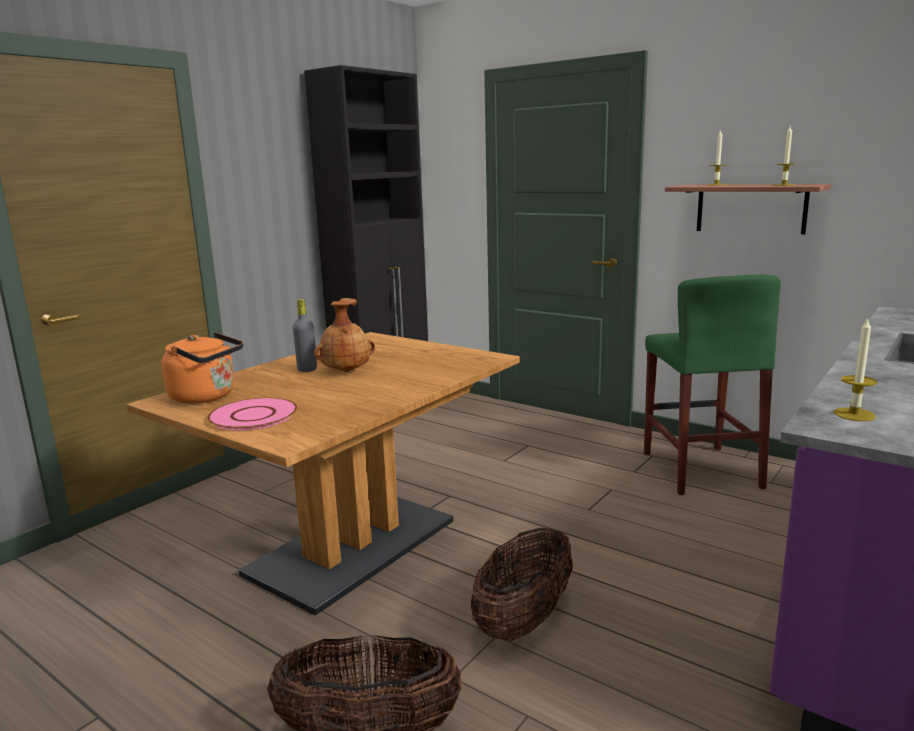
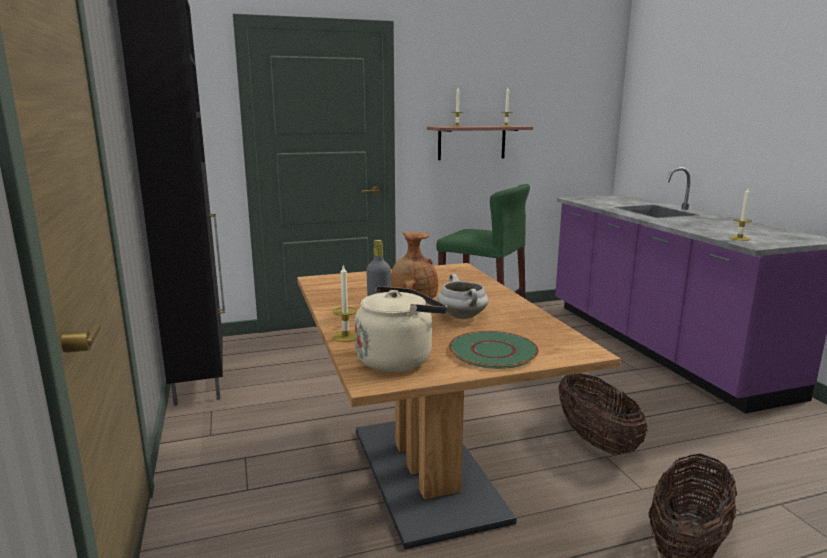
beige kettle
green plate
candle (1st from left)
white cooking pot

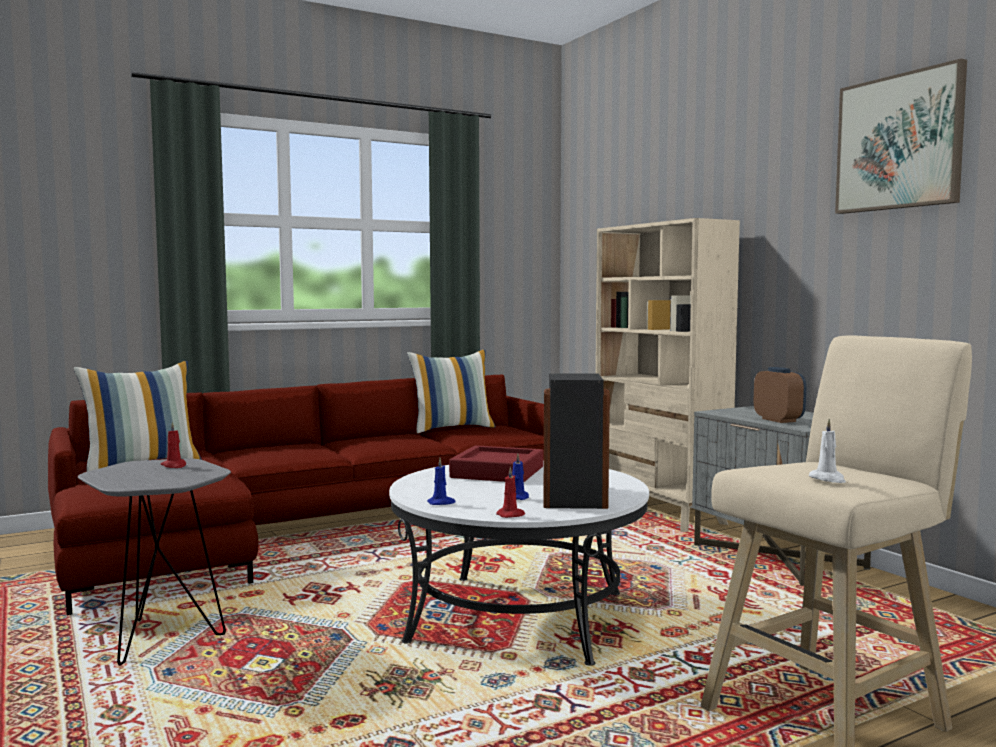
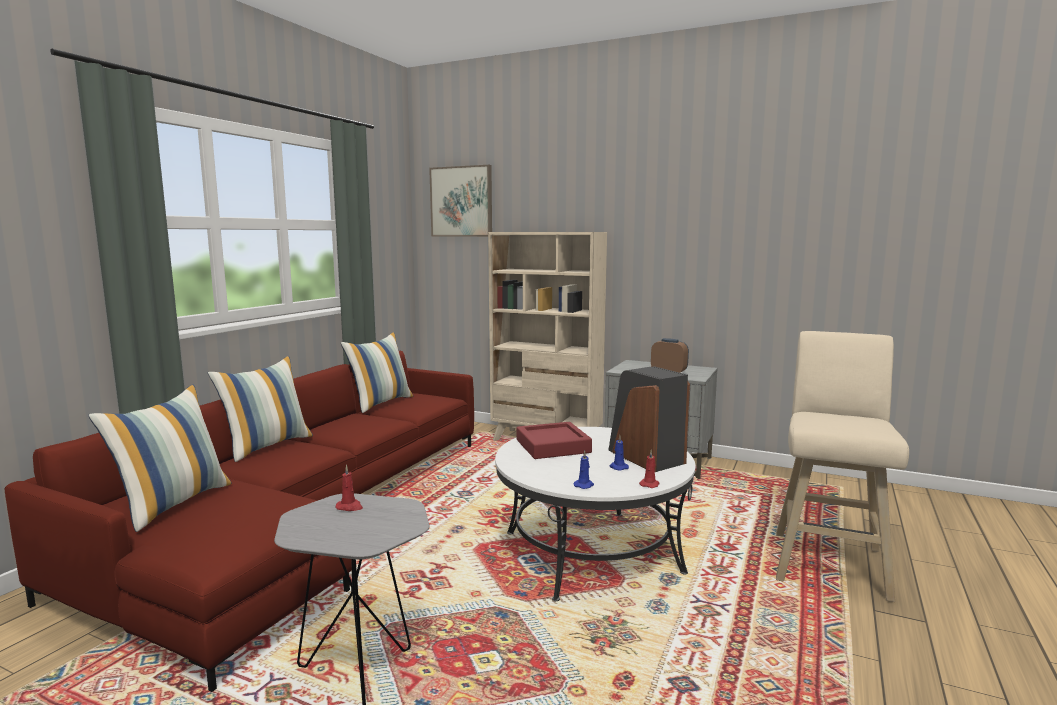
picture
white candle
pillow (2nd from left)

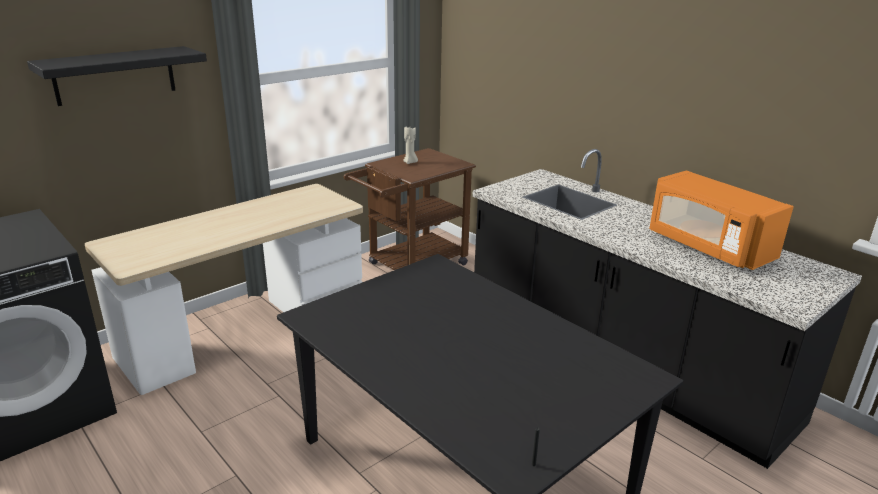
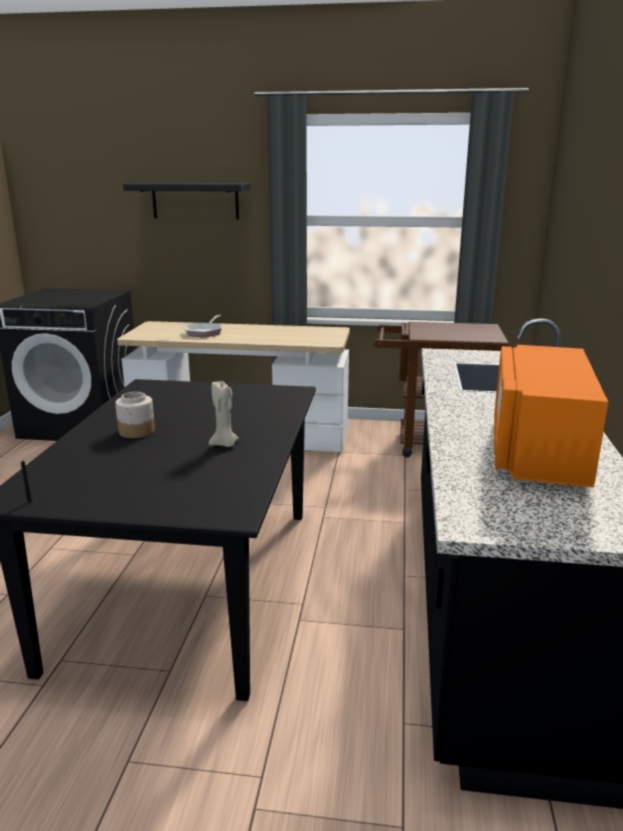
beige candle
frying pan
jar

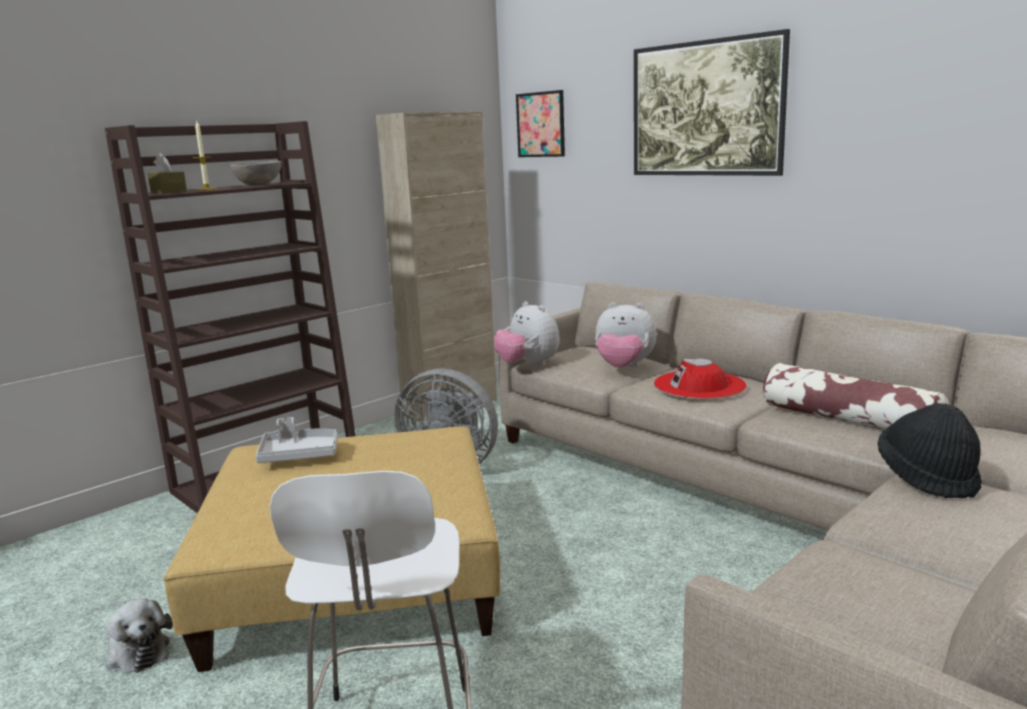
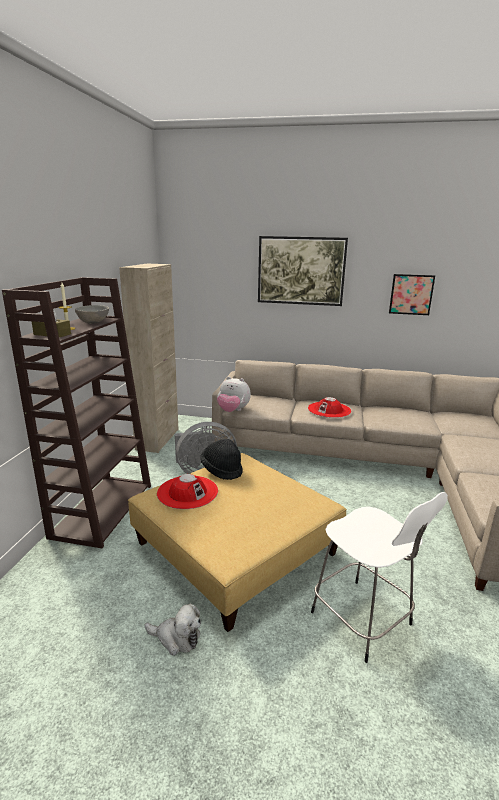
picture (2nd from left)
plush toy (3rd from left in the first image)
pillow
black hat
red hat (1st from left)

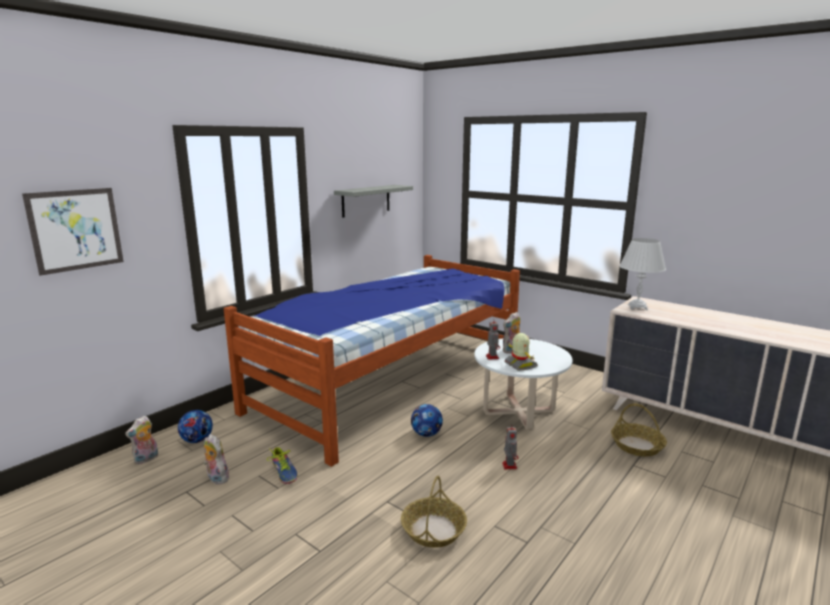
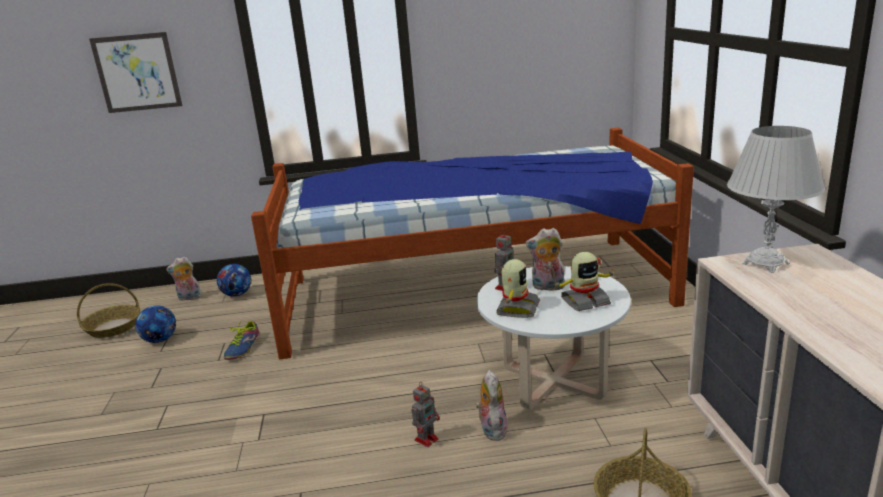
grey shelf
football (1st from left)
plush toy (2nd from left)
basket (1st from left)
toy robot (4th from left)

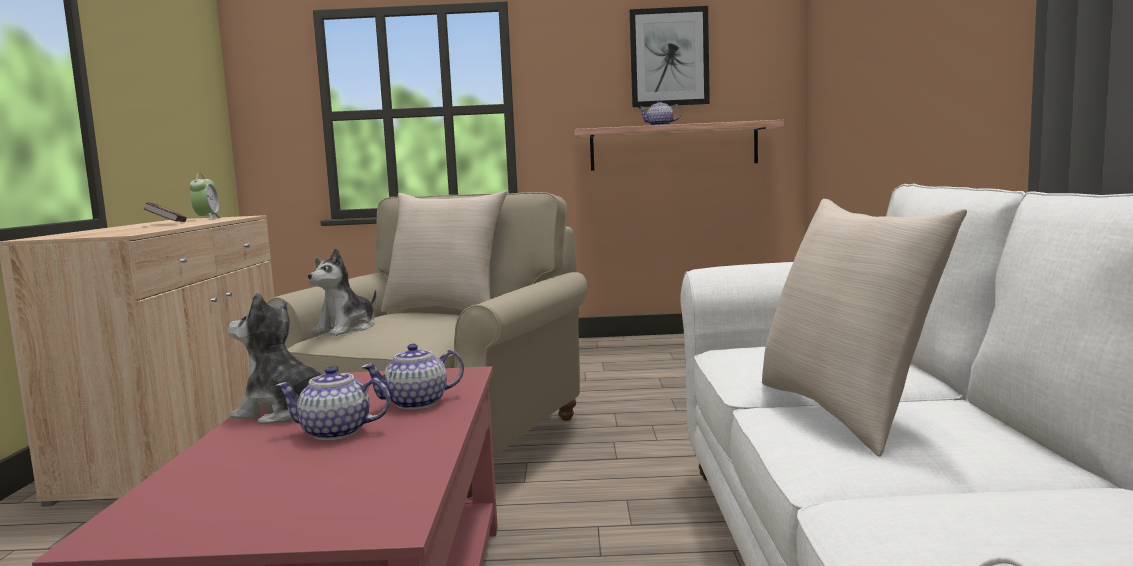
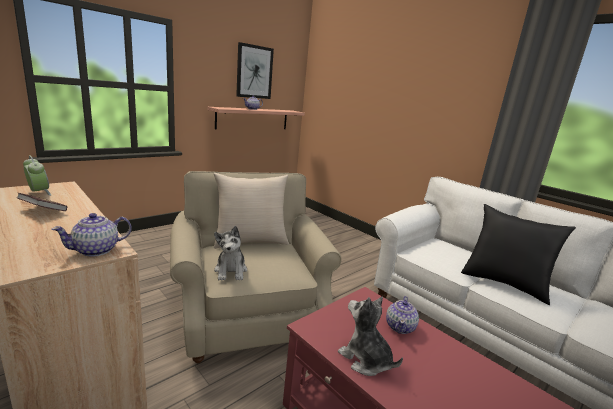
black pillow
plush toy (2nd from left)
teapot (1st from left)

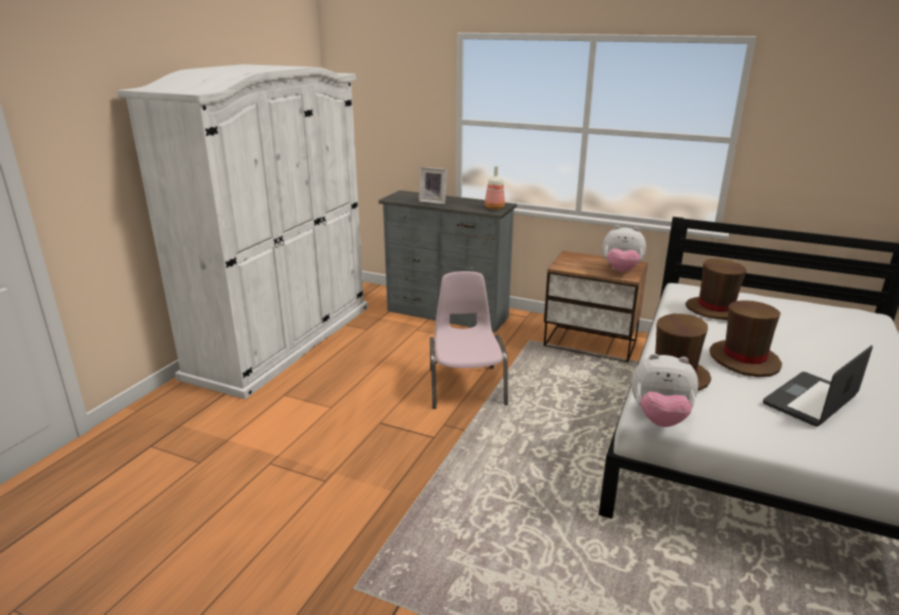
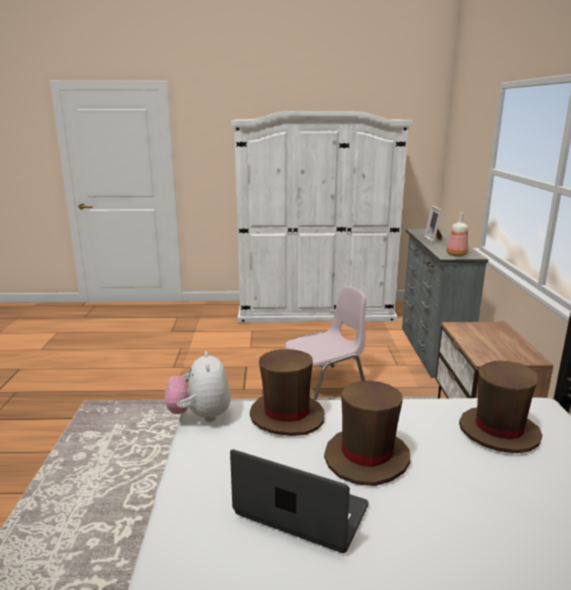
plush toy (1st from left in the first image)

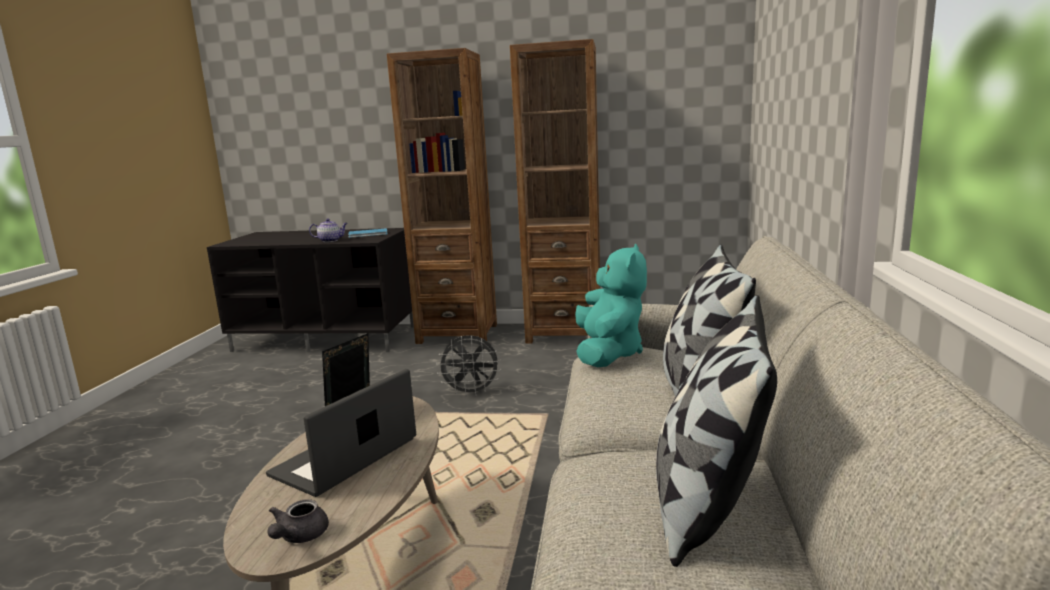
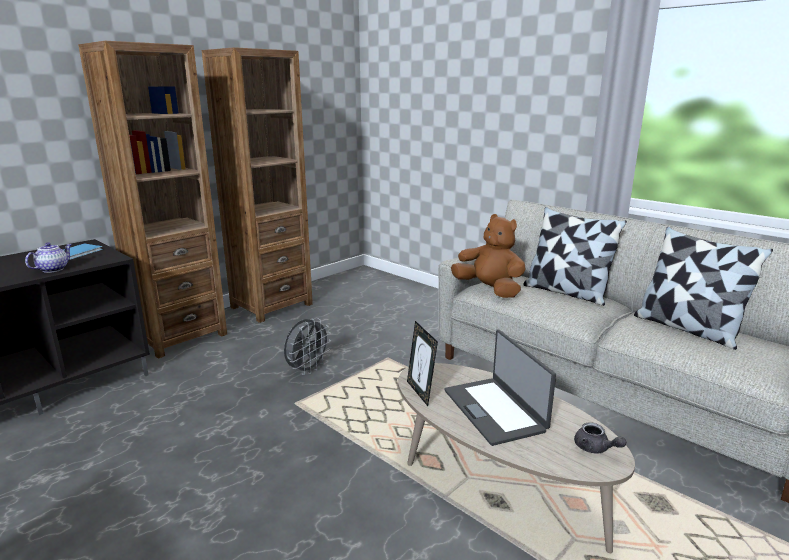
brown plush toy

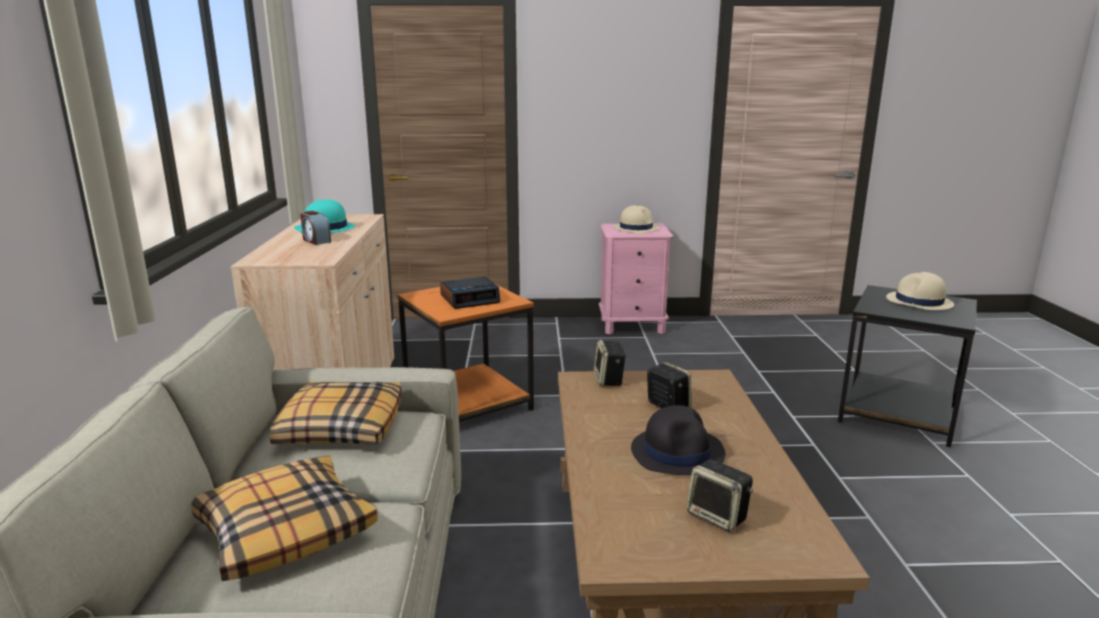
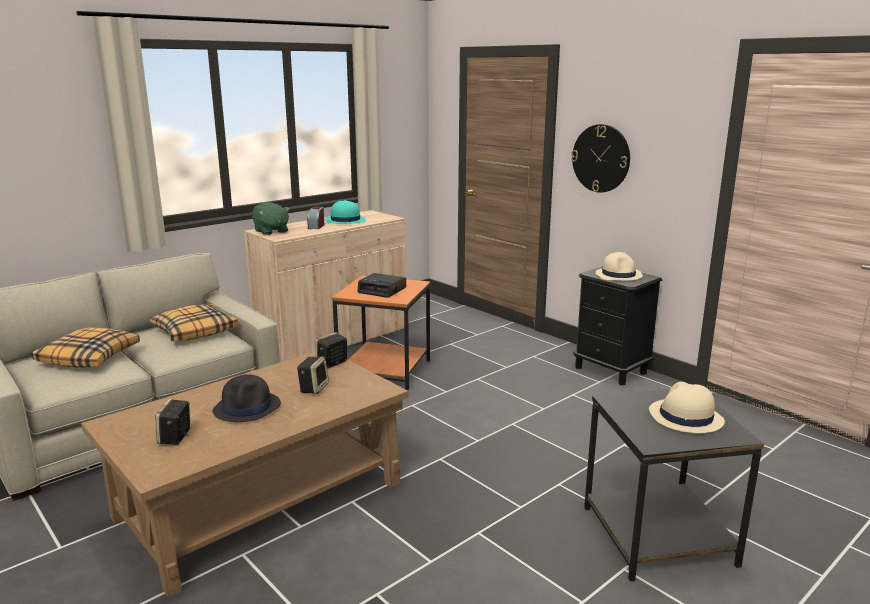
black nightstand
wall clock
green plush toy

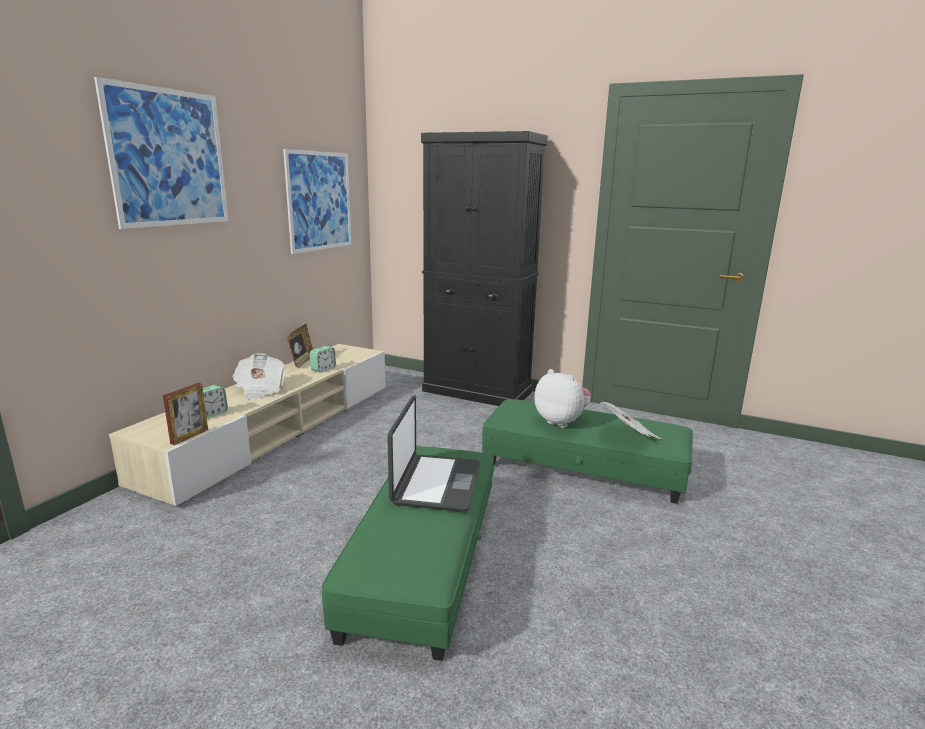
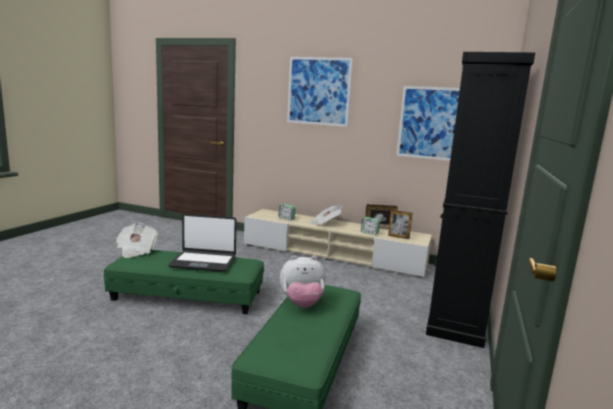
plush toy
picture frame (2nd from left)
newspaper (1st from left)

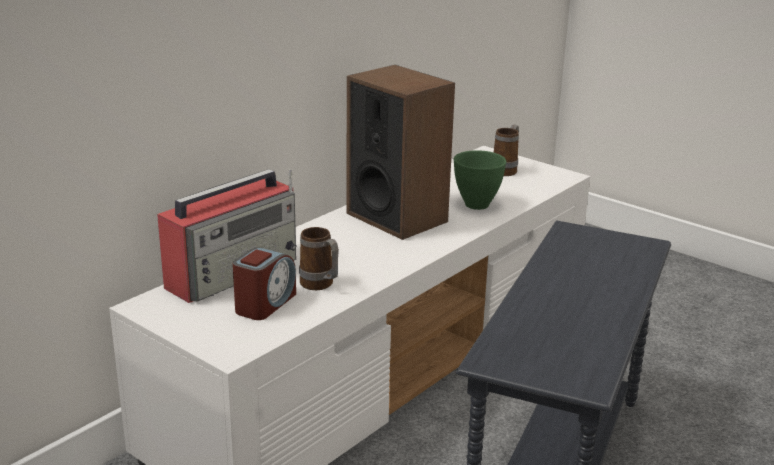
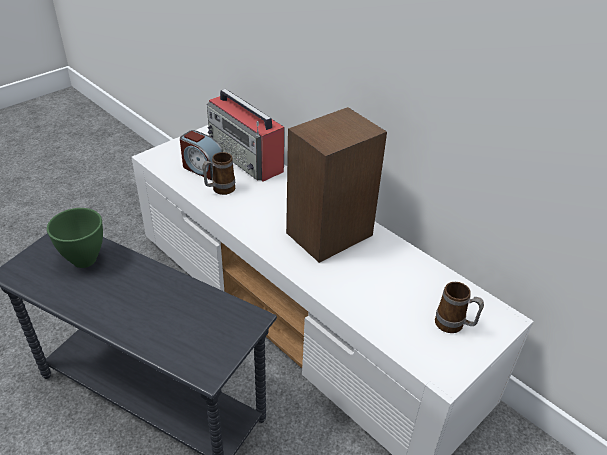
green bowl

